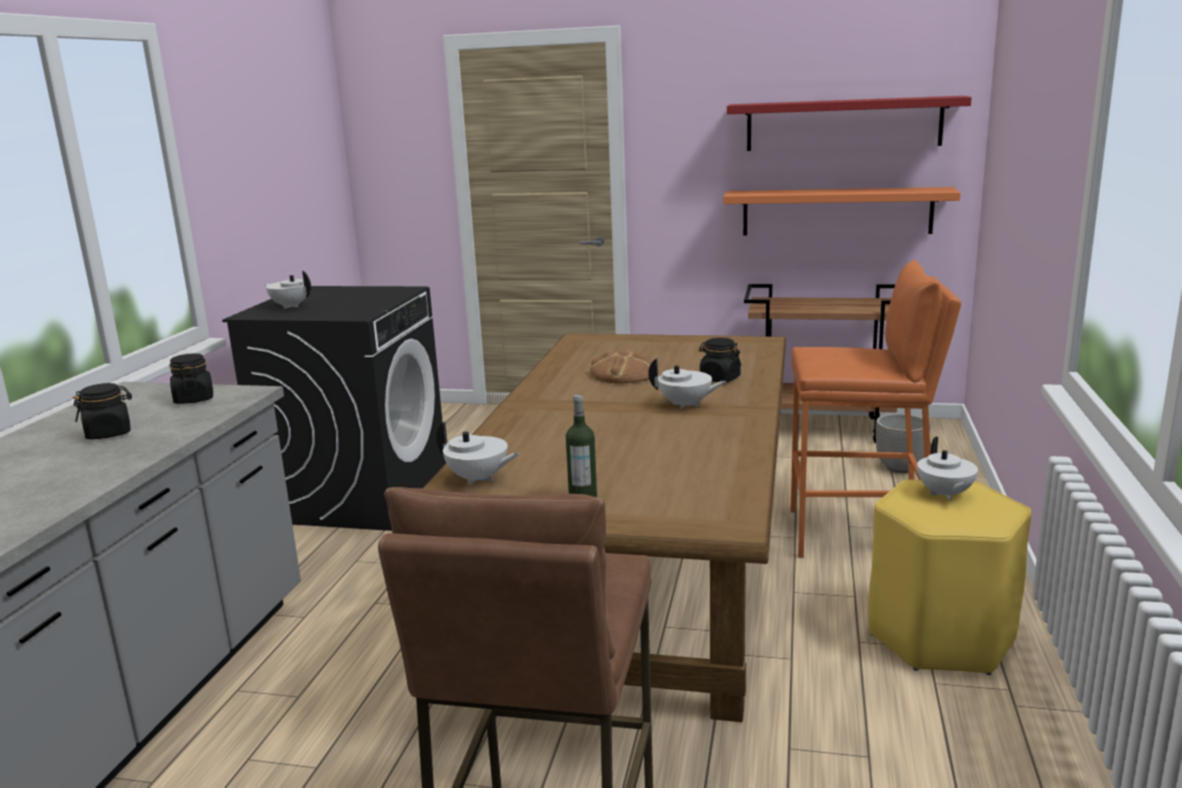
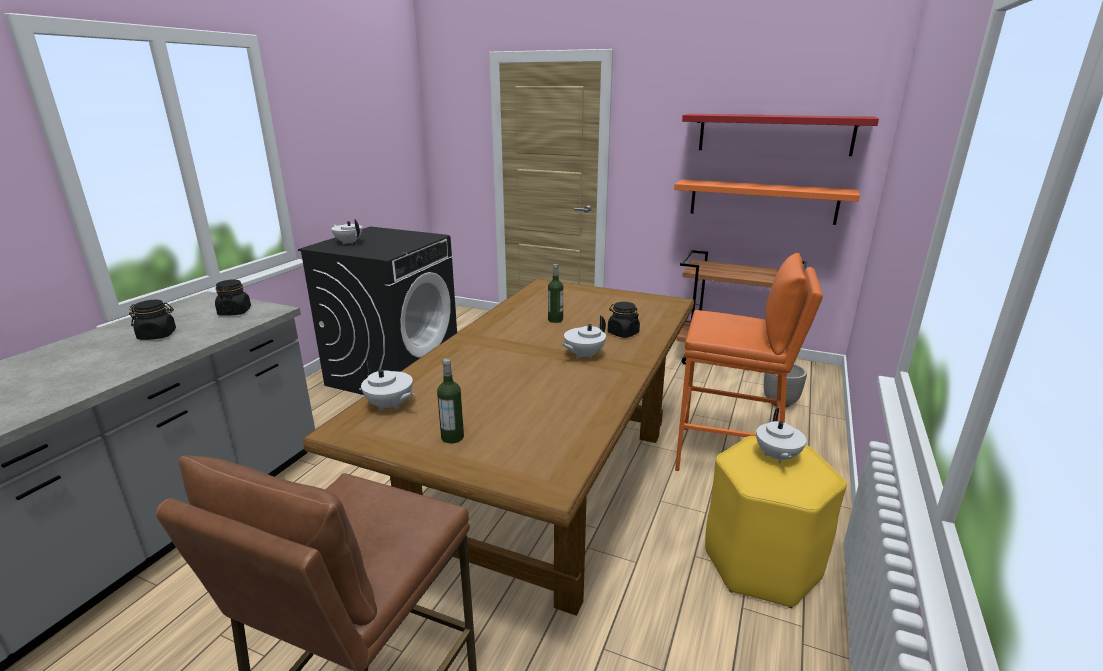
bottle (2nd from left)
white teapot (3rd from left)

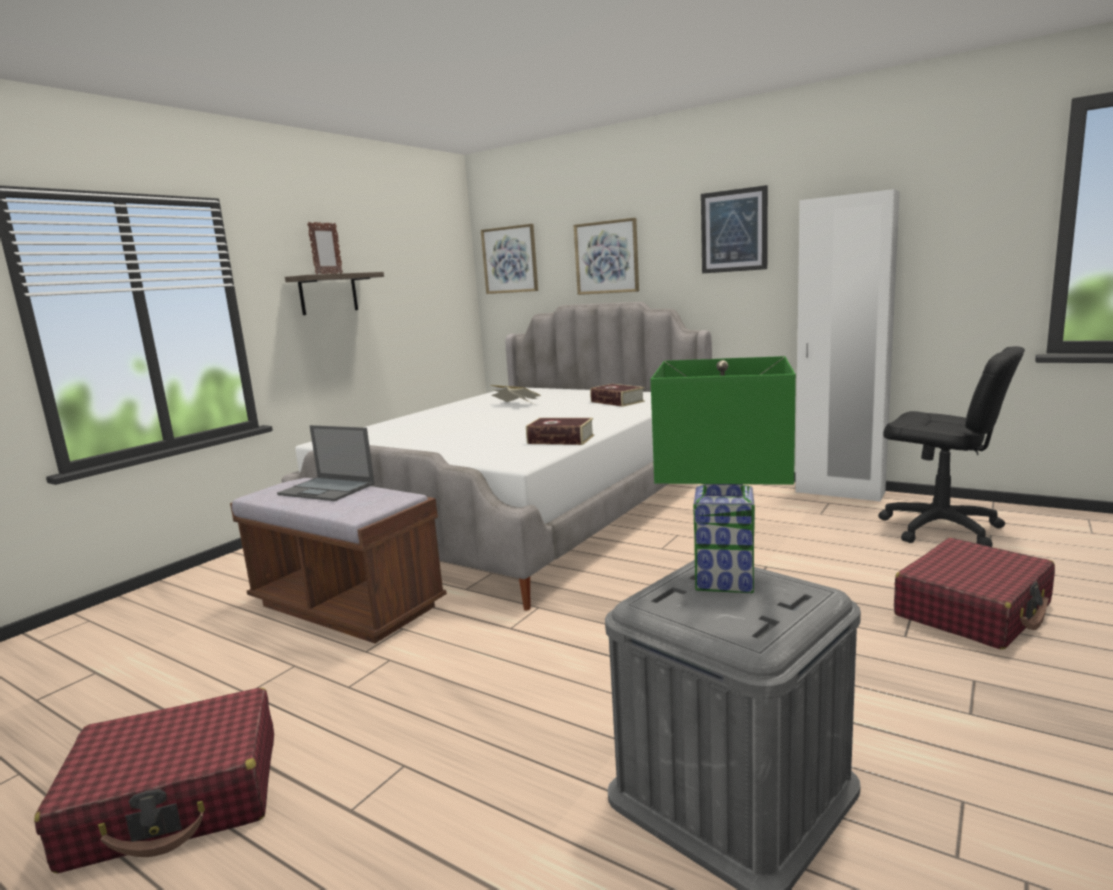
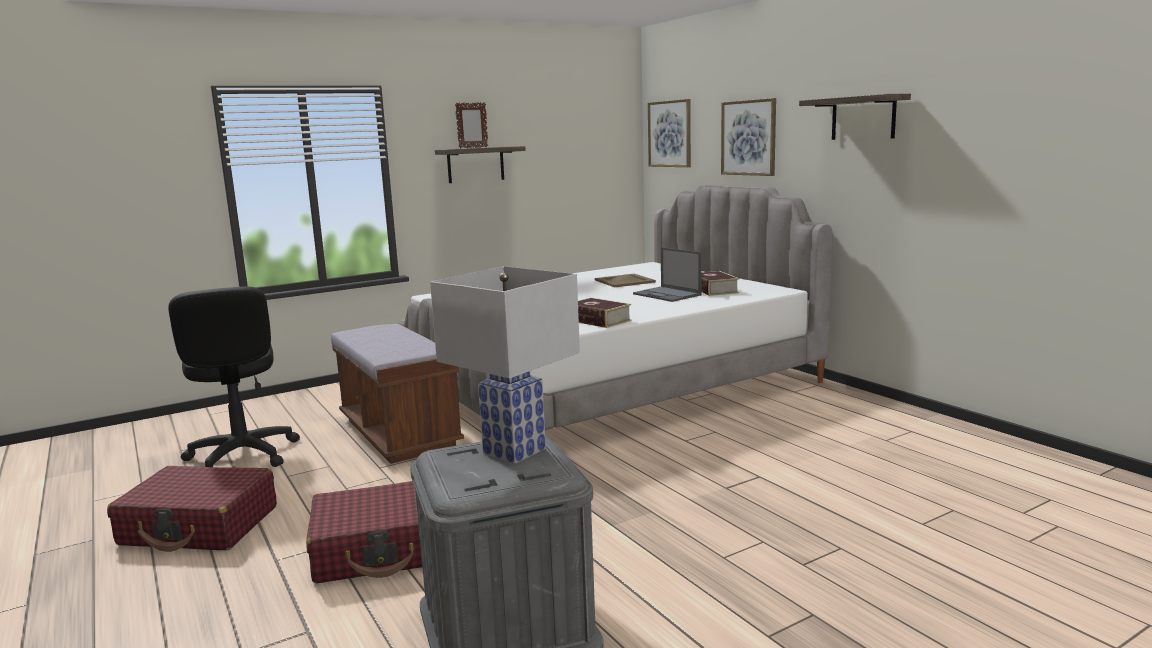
shelf (2nd from left)
white wardrobe
black office chair
white table lamp
beige tray
laptop
red suitcase (2nd from left)

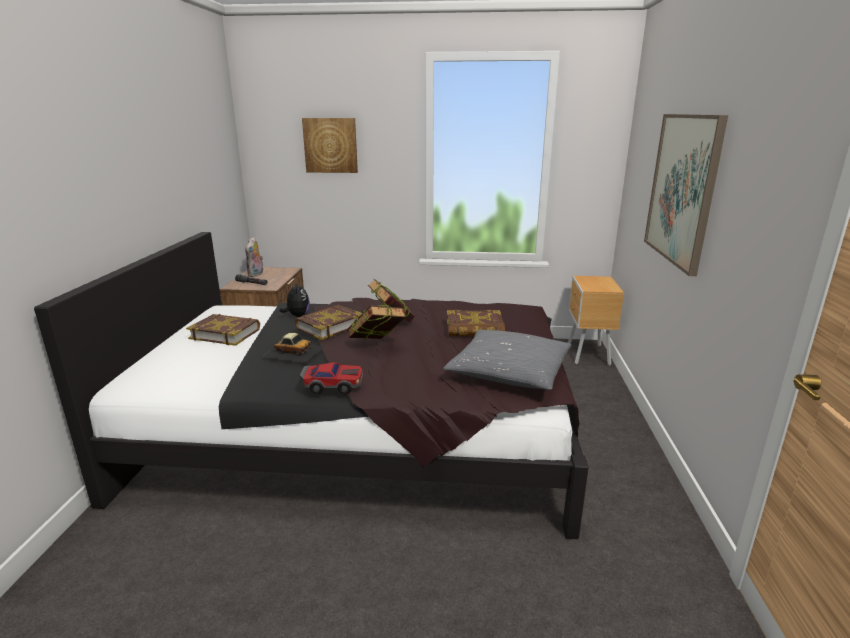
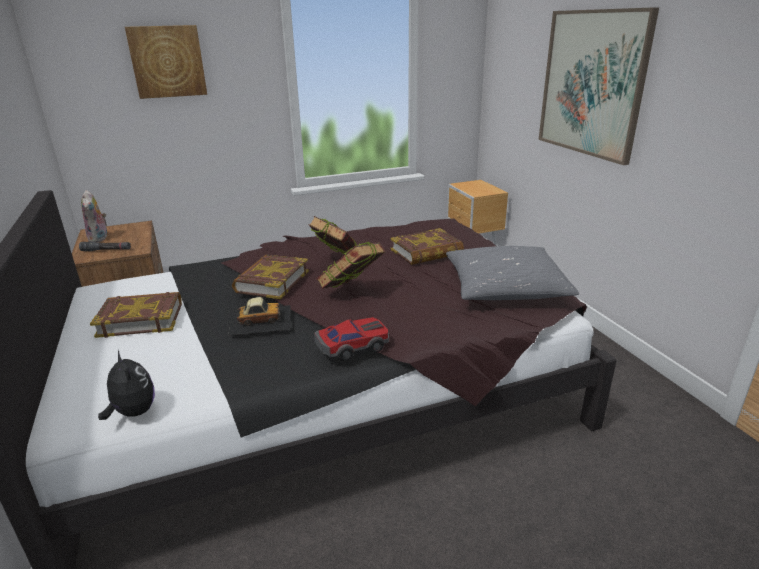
plush toy (2nd from left)

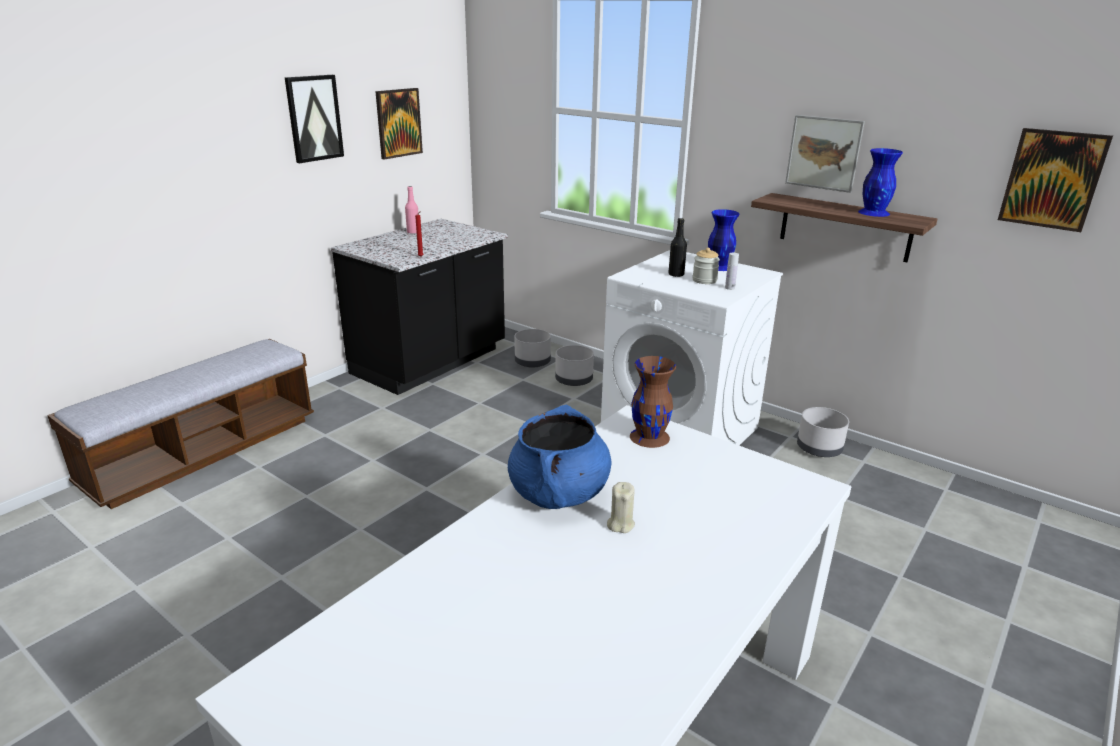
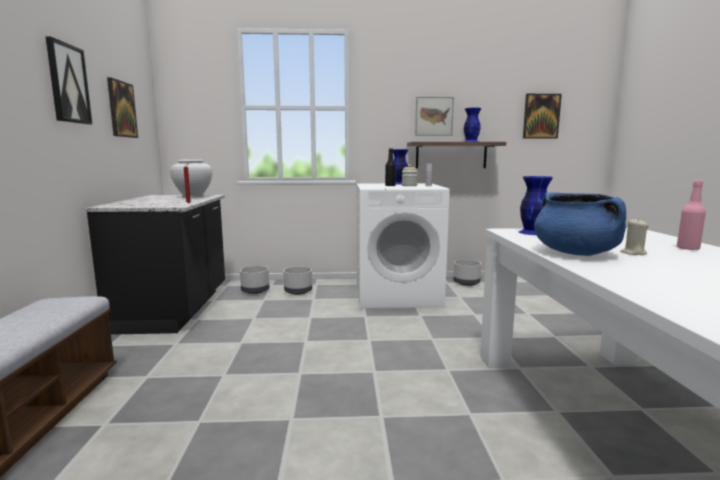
pink bottle
blue vase (3rd from left)
white vase

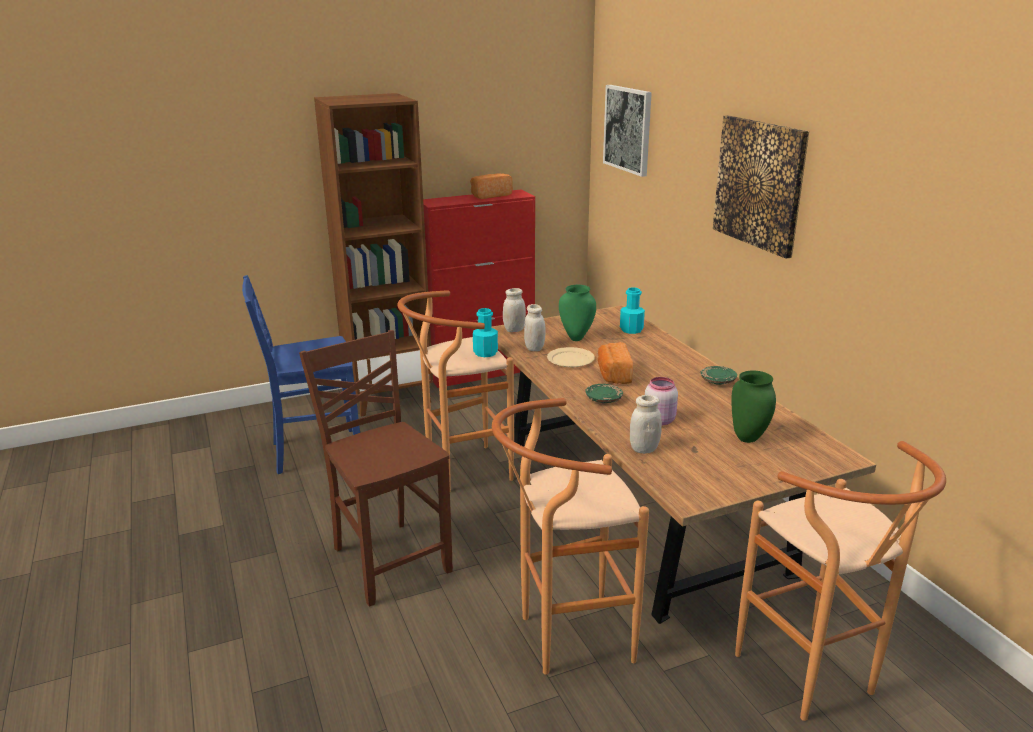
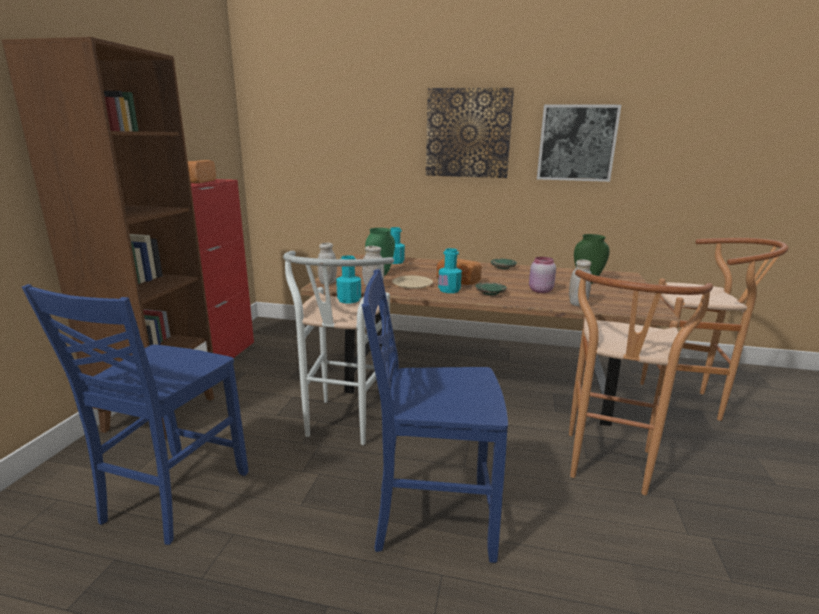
picture (2nd from left)
white stool
blue chair (2nd from left)
turquoise bottle (3rd from left)

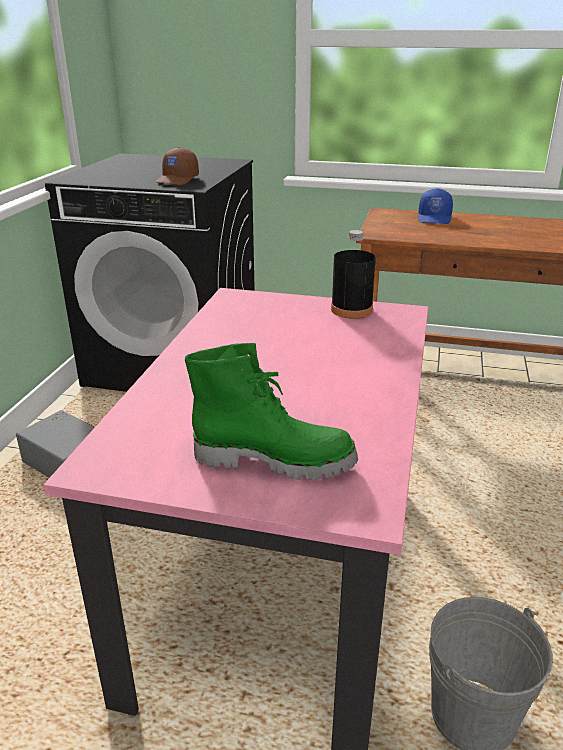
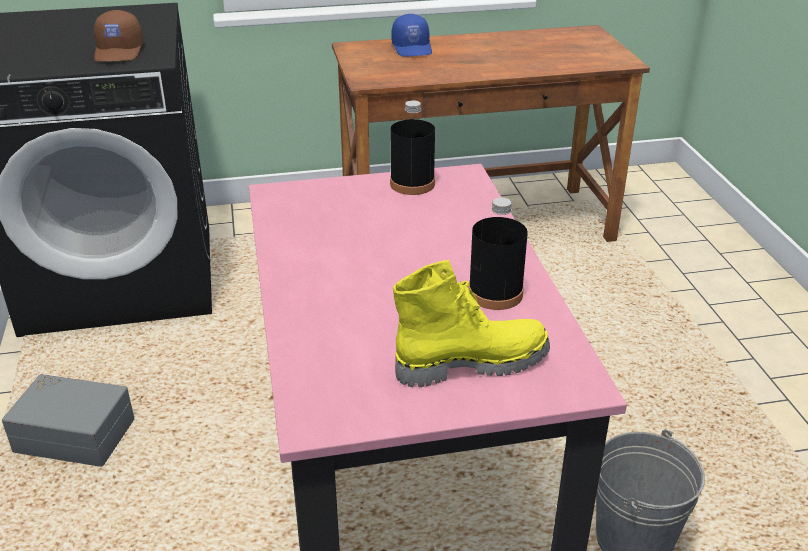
yellow boot
black bottle (2nd from left)

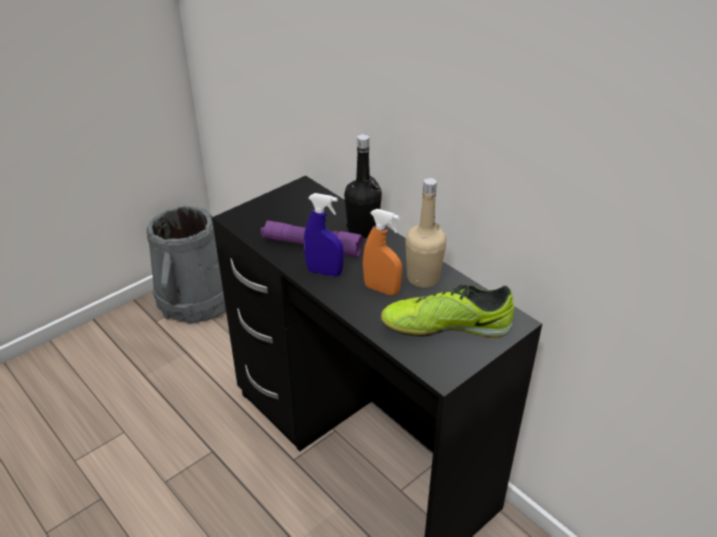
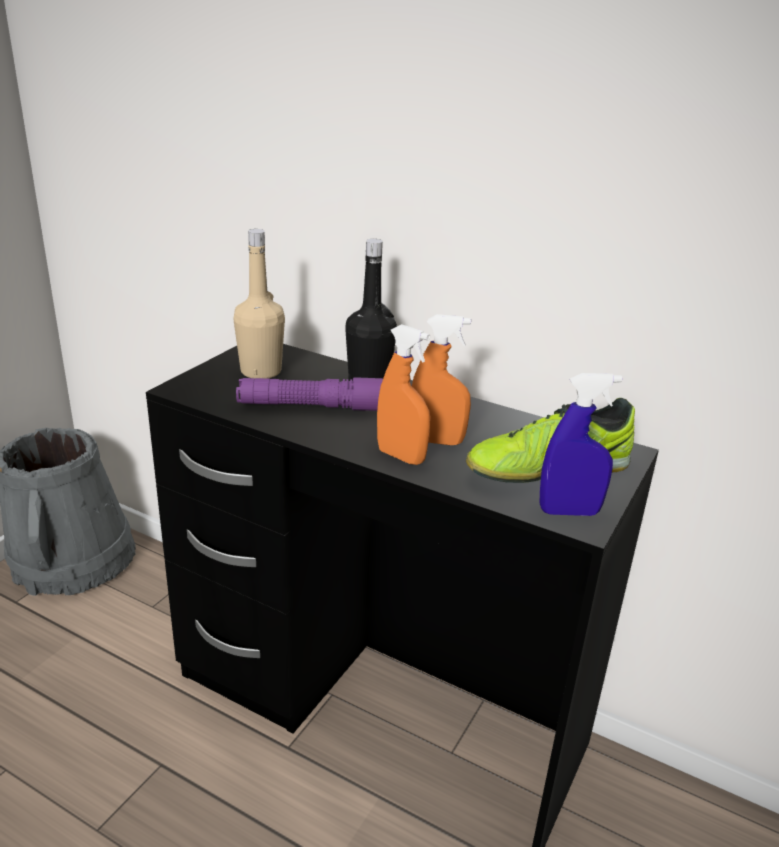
beige bottle
blue spray bottle
orange spray bottle (1st from left)

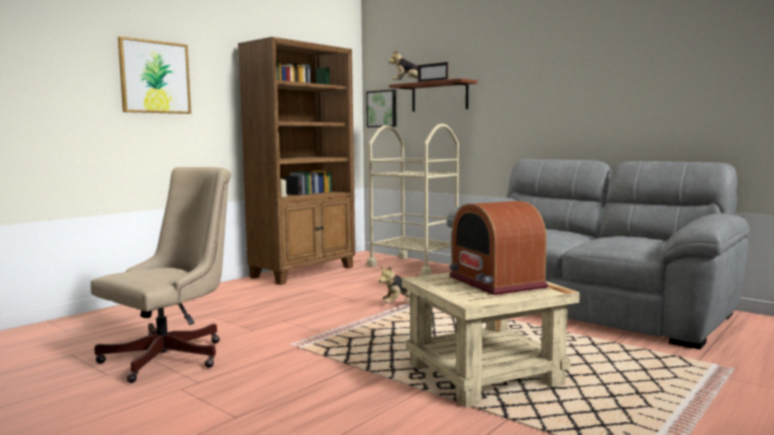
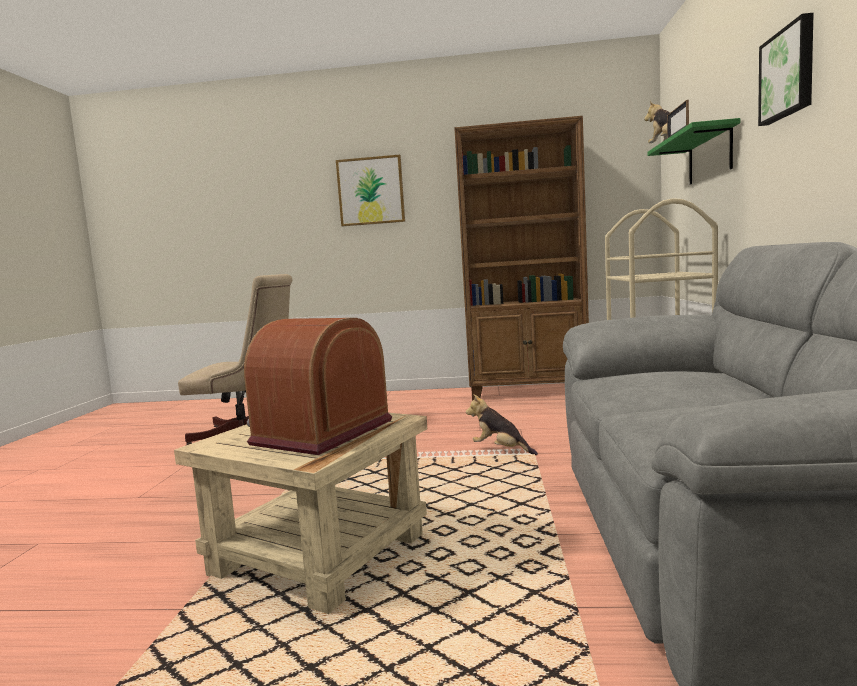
green shelf
picture (2nd from left)

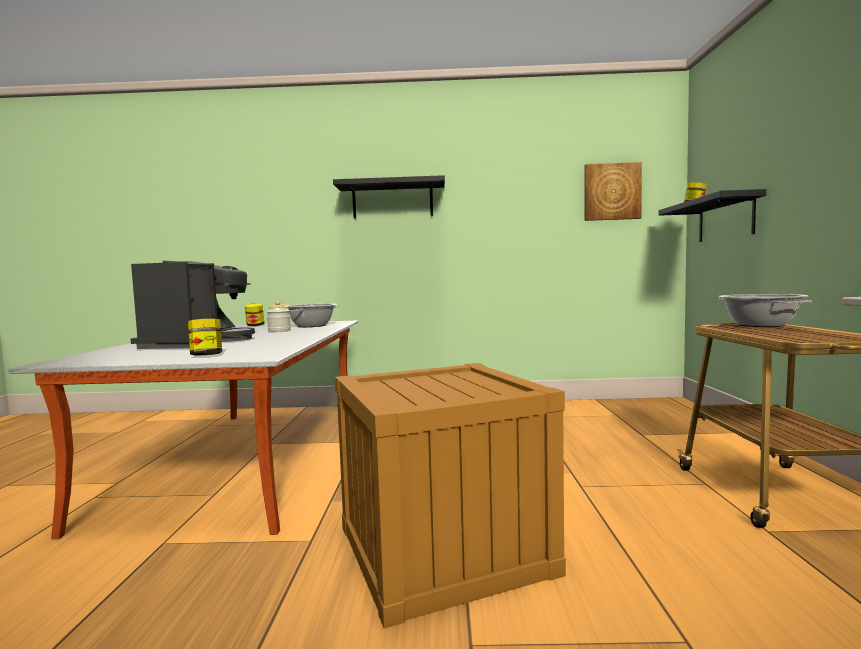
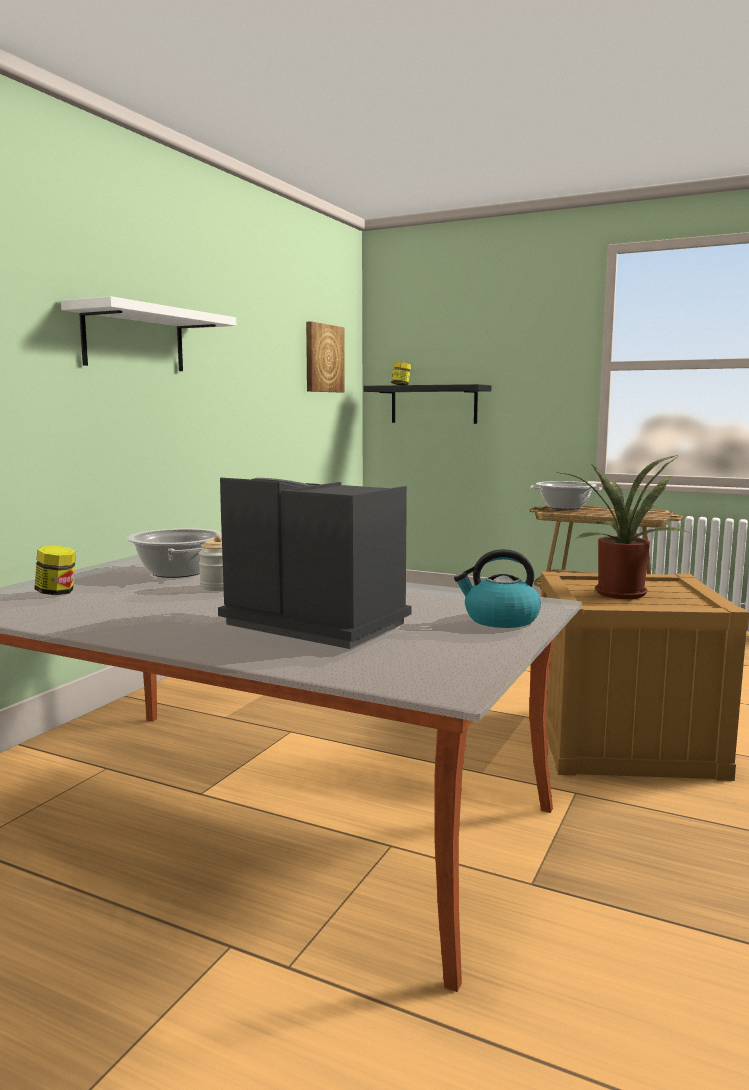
white shelf
kettle
potted plant

